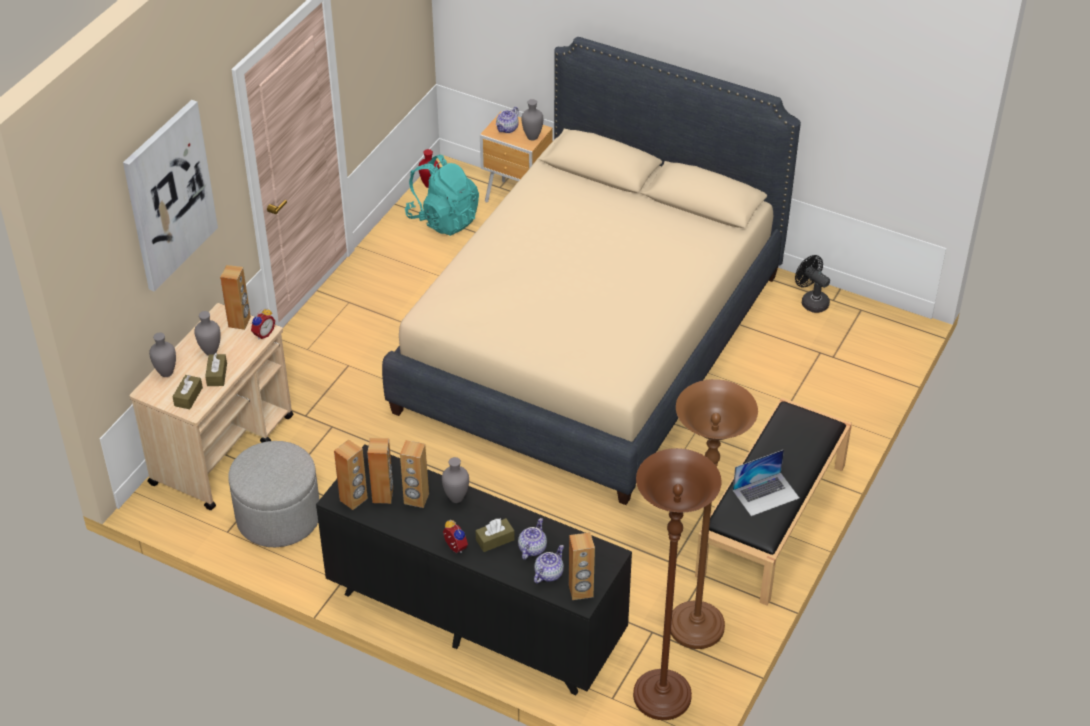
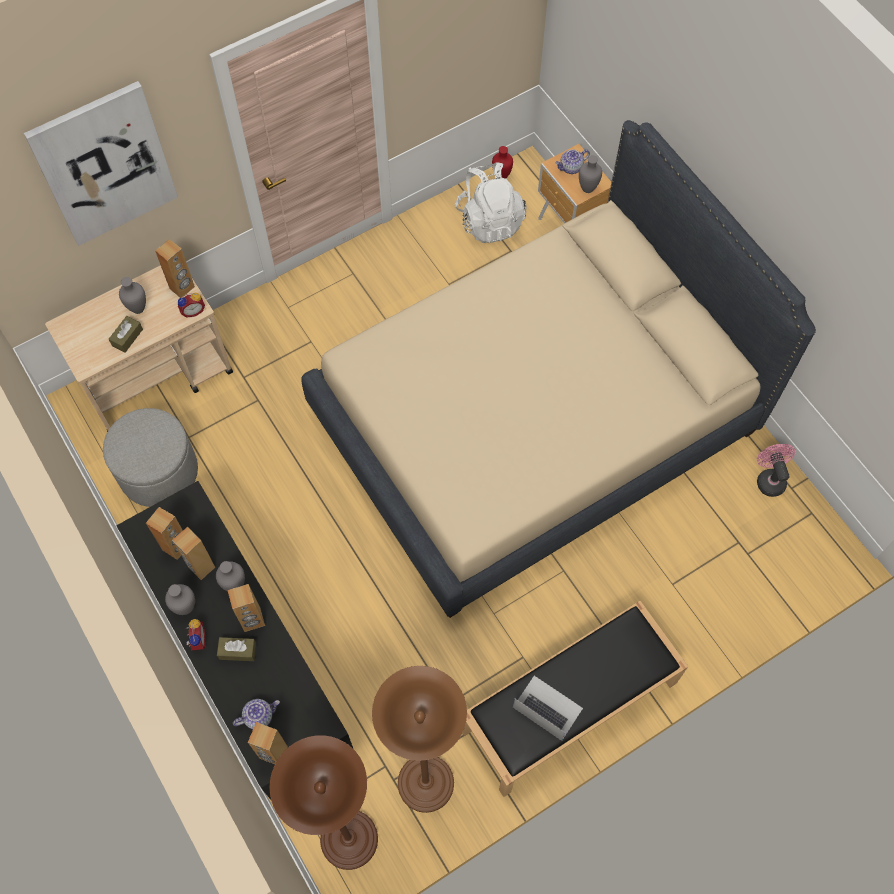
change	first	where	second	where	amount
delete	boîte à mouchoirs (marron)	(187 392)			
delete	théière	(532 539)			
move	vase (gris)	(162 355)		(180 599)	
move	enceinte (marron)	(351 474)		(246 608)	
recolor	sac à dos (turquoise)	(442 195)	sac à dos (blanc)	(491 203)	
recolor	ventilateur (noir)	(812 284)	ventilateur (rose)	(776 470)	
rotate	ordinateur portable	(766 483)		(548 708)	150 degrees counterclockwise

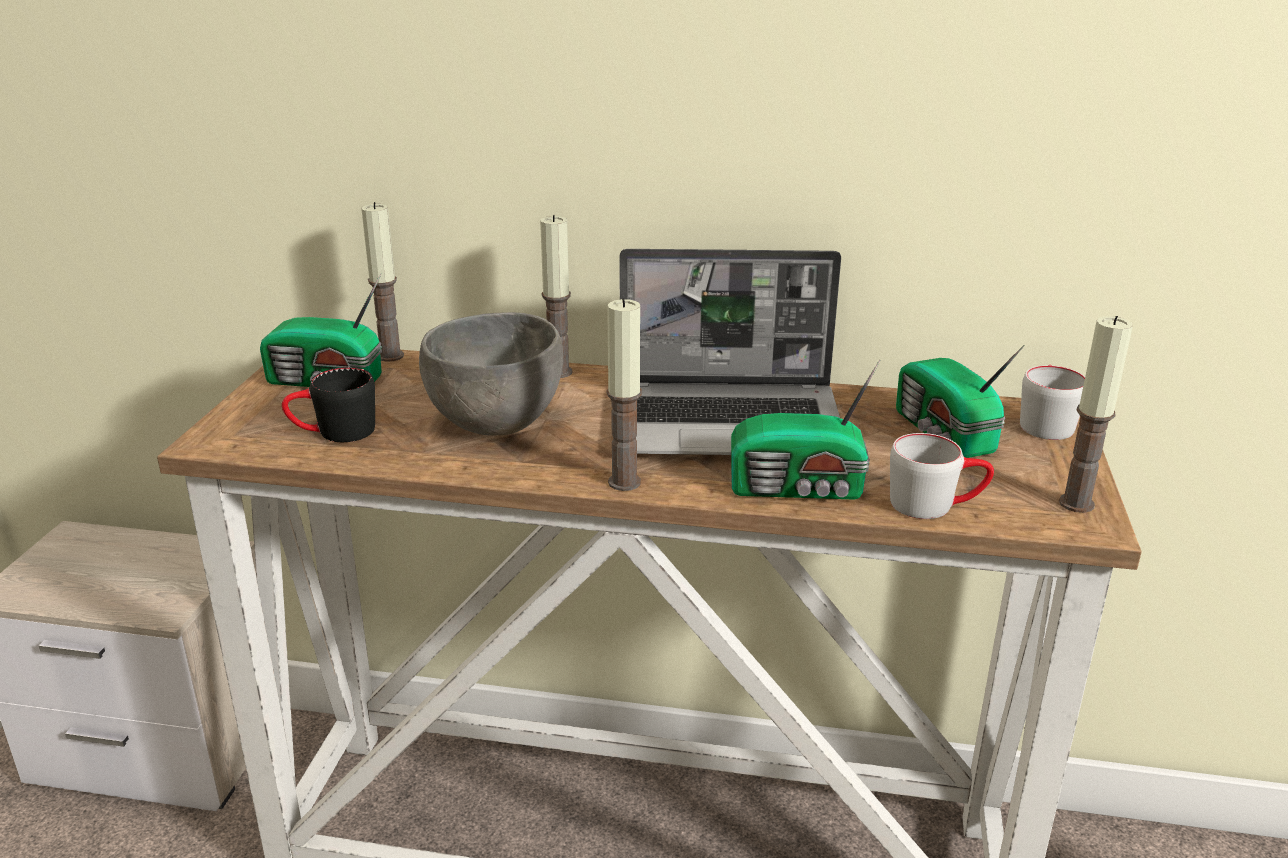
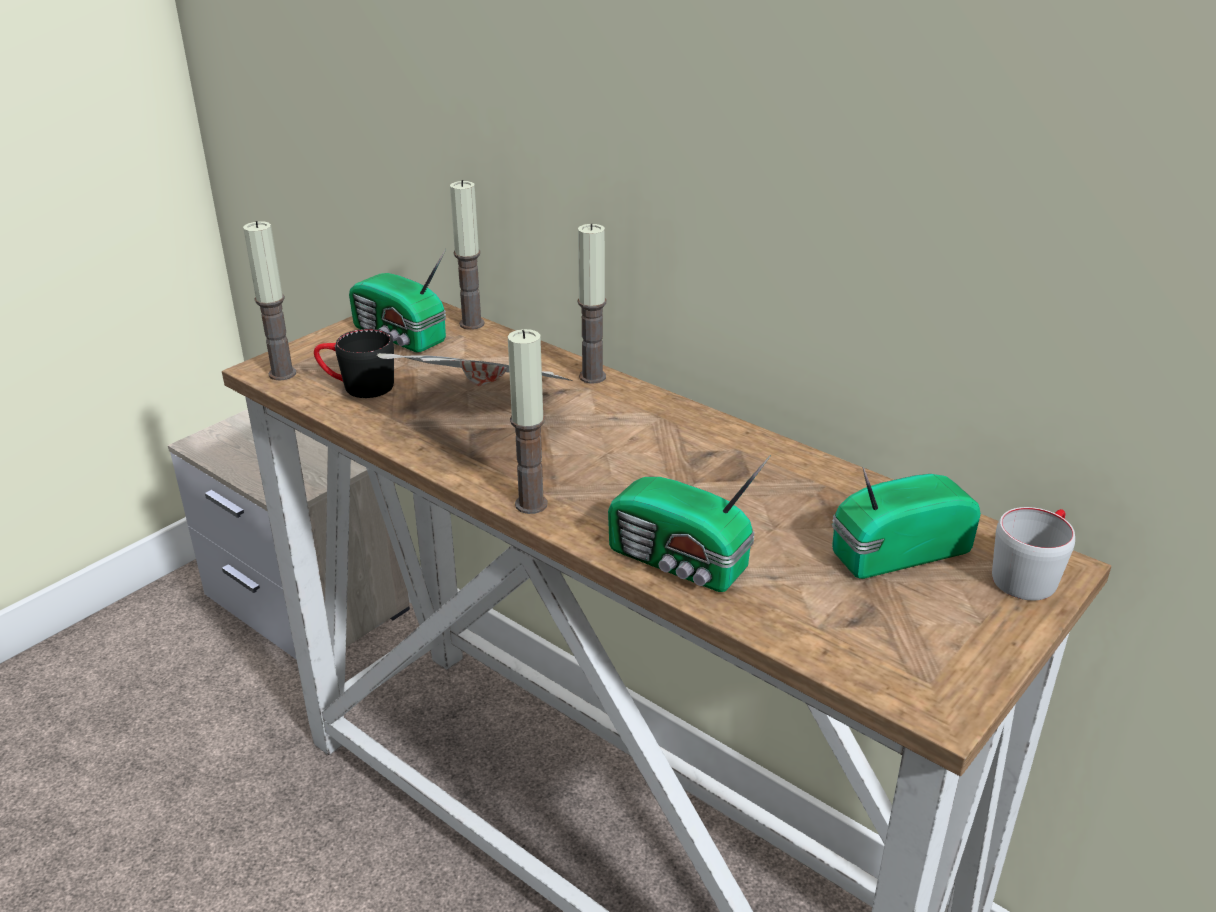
change	first	where	second	where	amount
delete	ordinateur portable	(730 352)			
delete	mug (gris)	(942 476)			
move	bougie	(1096 414)		(269 301)	
replace	bol (gris)	(491 373)	journal	(475 369)	
rotate	radio	(960 401)		(906 523)	60 degrees clockwise

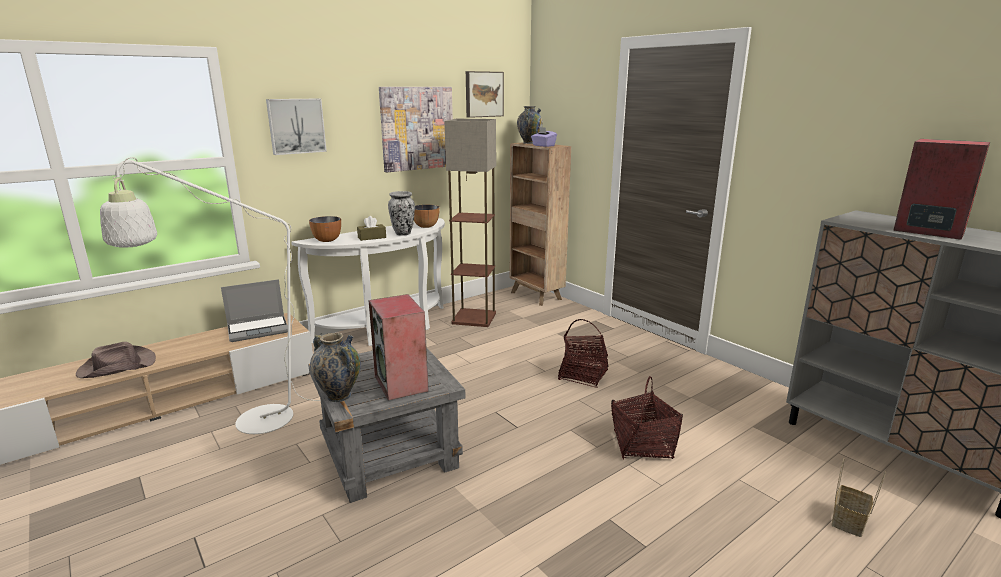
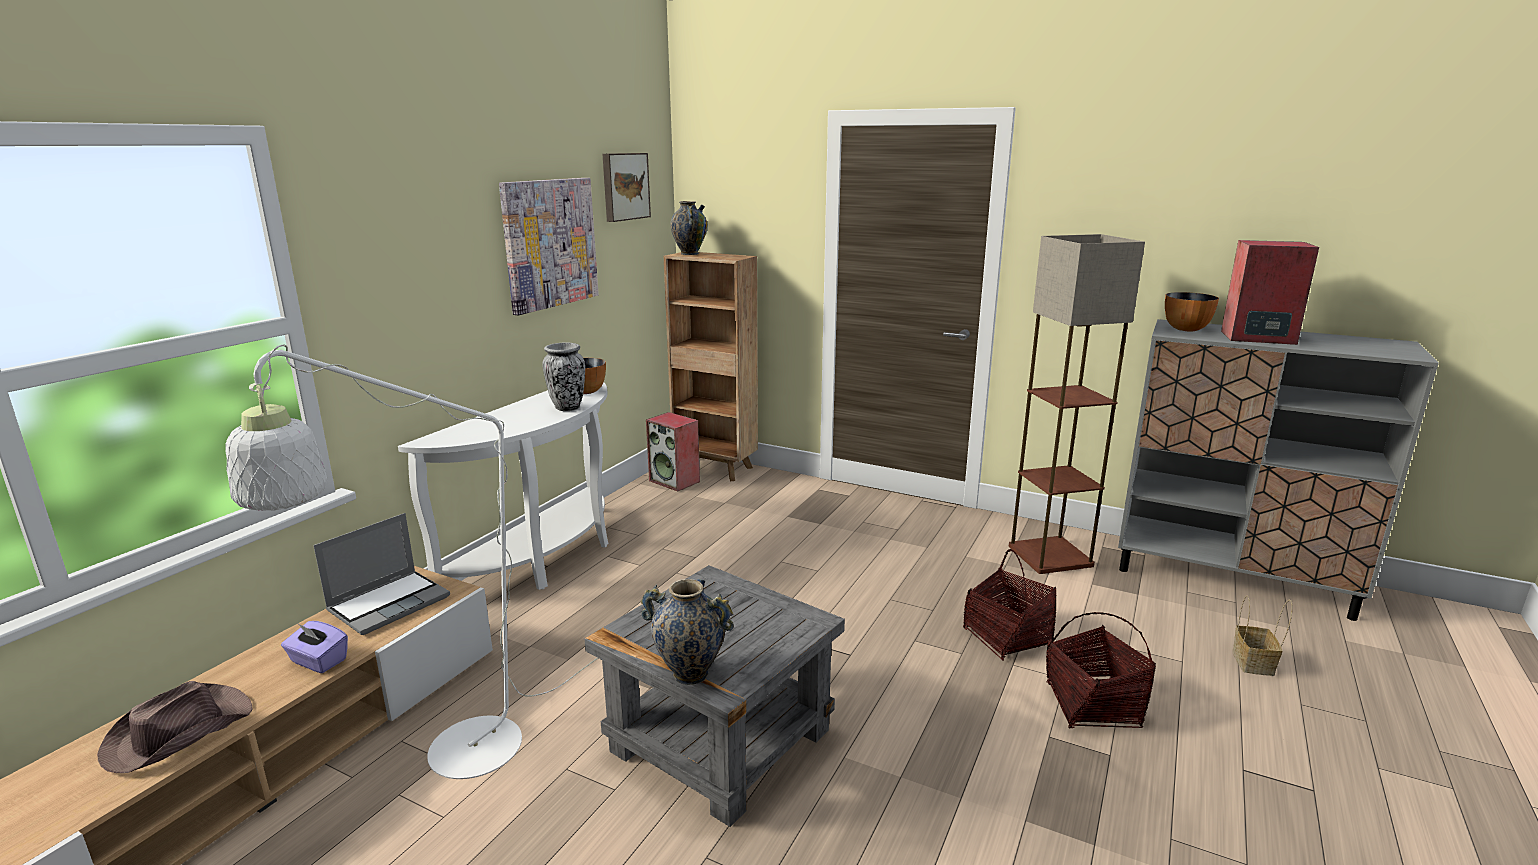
change	first	where	second	where	amount
delete	tableau	(296 126)			
delete	boîte à mouchoirs (marron)	(371 228)			
move	bol	(325 229)		(1192 311)	
move	enceinte	(398 347)		(673 451)	
move	lampadaire	(470 223)		(1077 404)	
move	boîte à mouchoirs (violet)	(544 137)		(314 647)	
move	panier	(583 353)		(1101 670)	

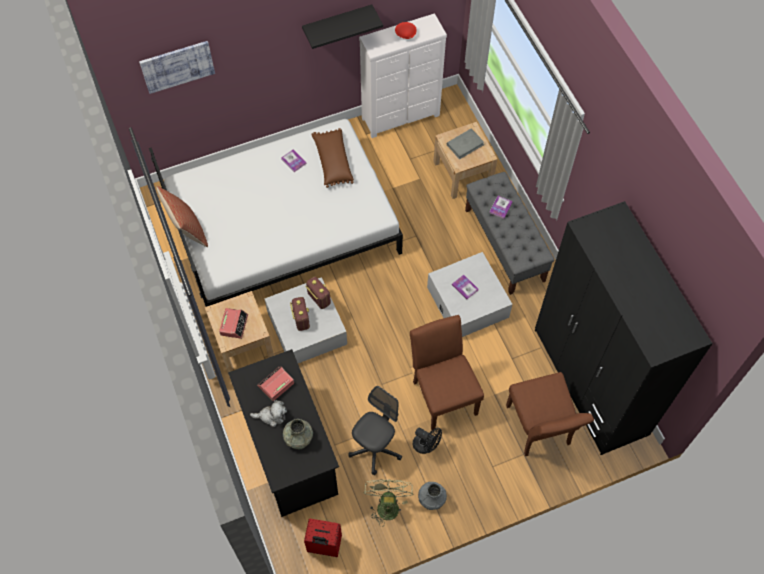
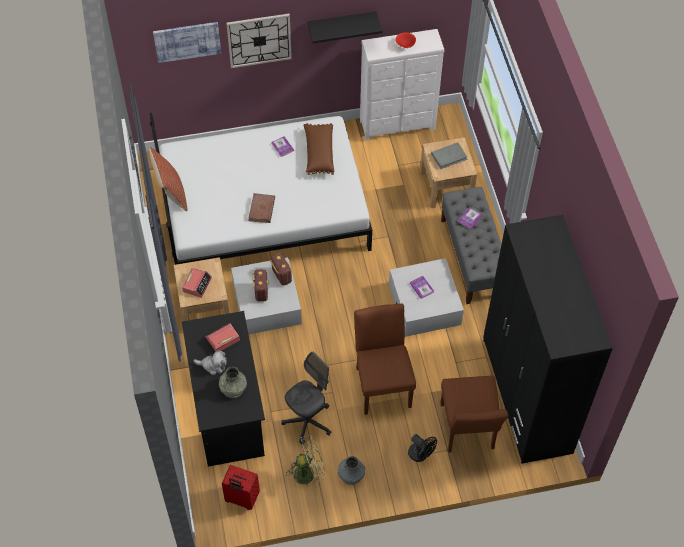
change	first	where	second	where	amount
insert			horloge murale	(259 41)	
insert			livre (marron)	(261 208)	
move	ventilateur (noir)	(427 440)		(422 448)	
rotate	ventilateur (vert)	(388 503)		(306 462)	60 degrees clockwise

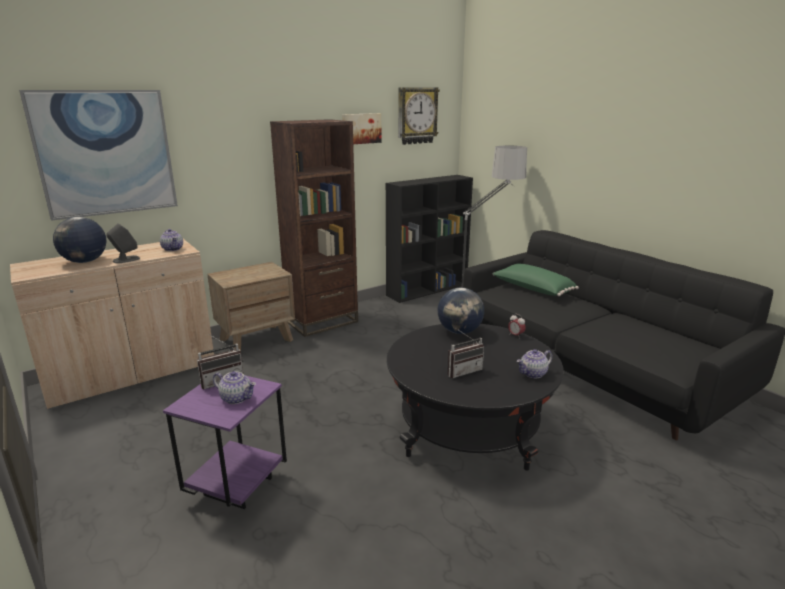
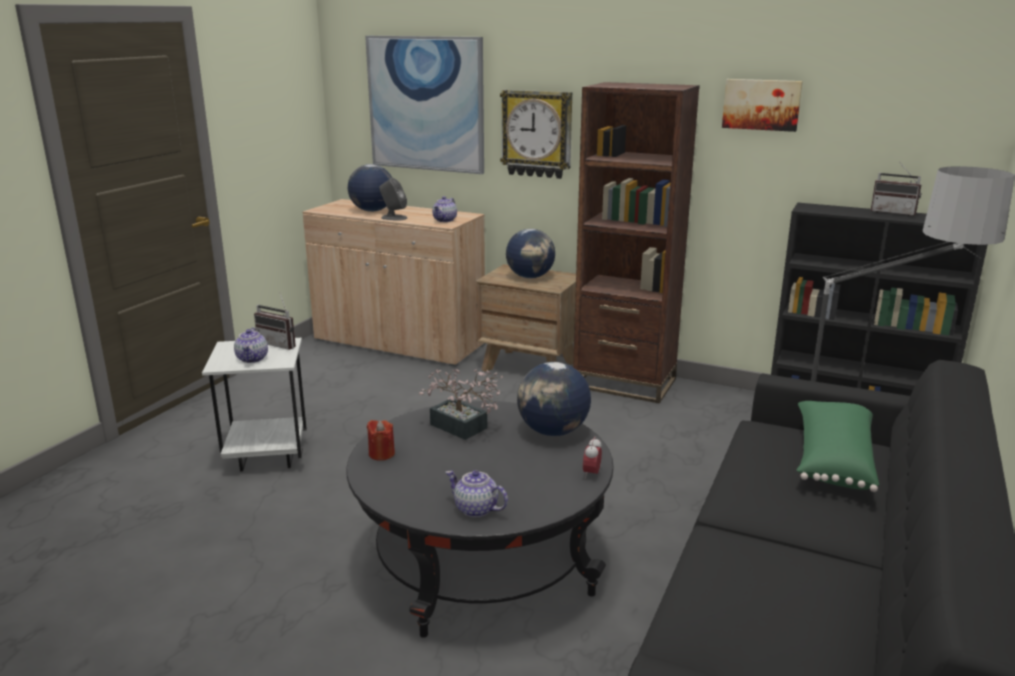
change	first	where	second	where	amount
insert			bougie (rouge)	(381 440)	
insert			plante en pot	(461 404)	
insert			globe	(530 253)	
move	horloge murale	(419 116)		(536 134)	
move	radio	(466 353)		(896 188)	
recolor	table d'appoint (violet)	(225 442)	table d'appoint (blanc)	(254 405)	

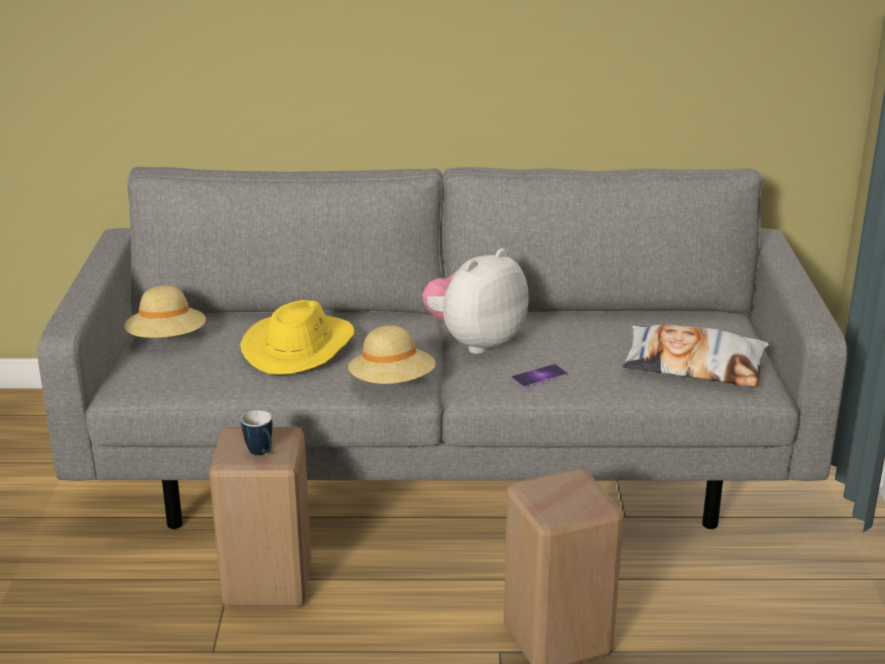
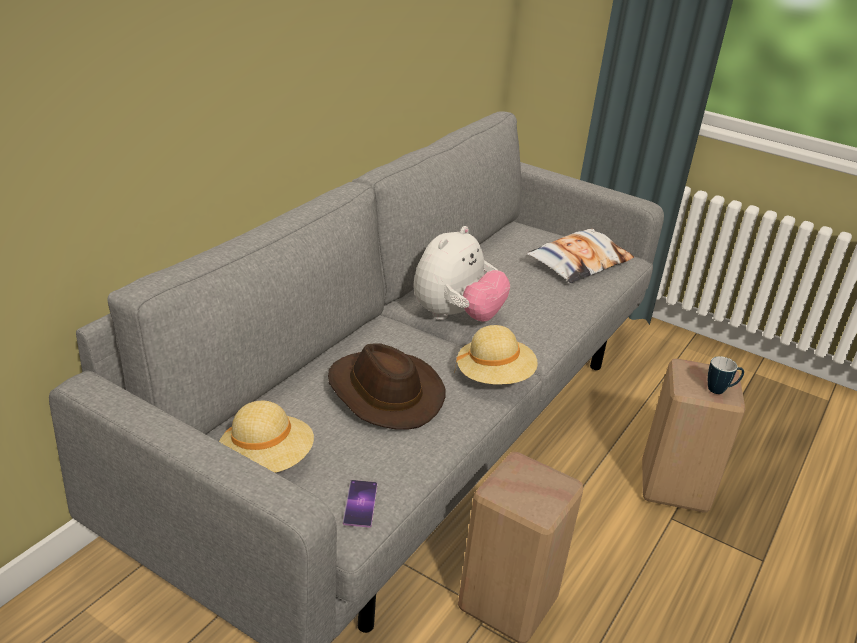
change	first	where	second	where	amount
move	mug	(256 432)		(726 375)	
move	téléphone	(539 376)		(360 504)	
recolor	chapeau (jaune)	(297 337)	chapeau (marron)	(387 386)	
rotate	peluche	(475 301)		(461 274)	135 degrees counterclockwise

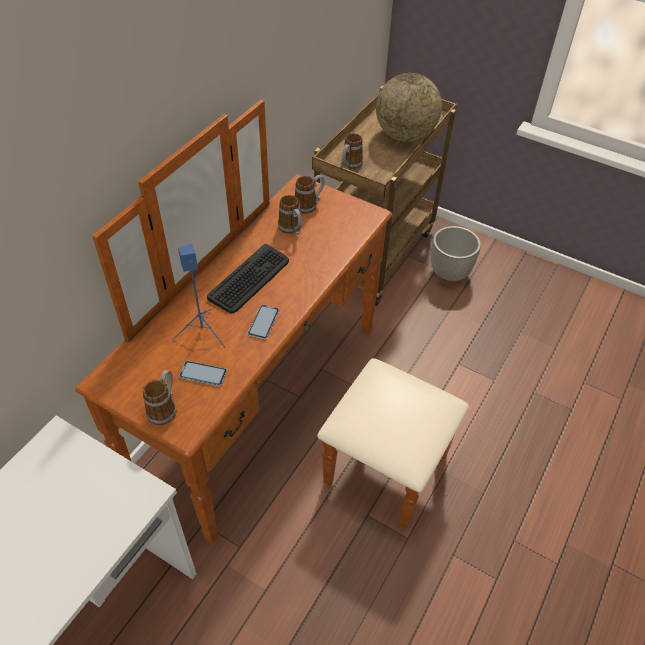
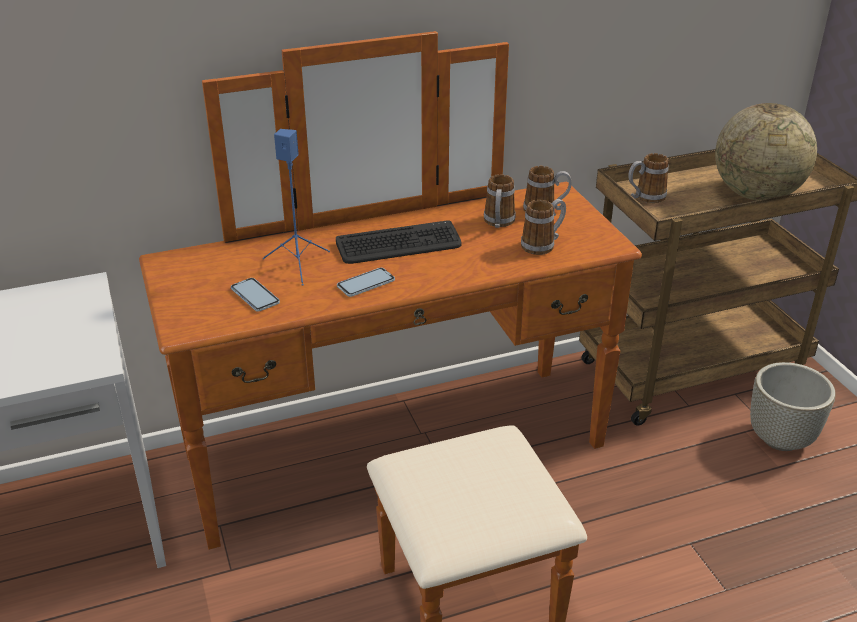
change	first	where	second	where	amount
move	mug	(160 397)		(543 227)	

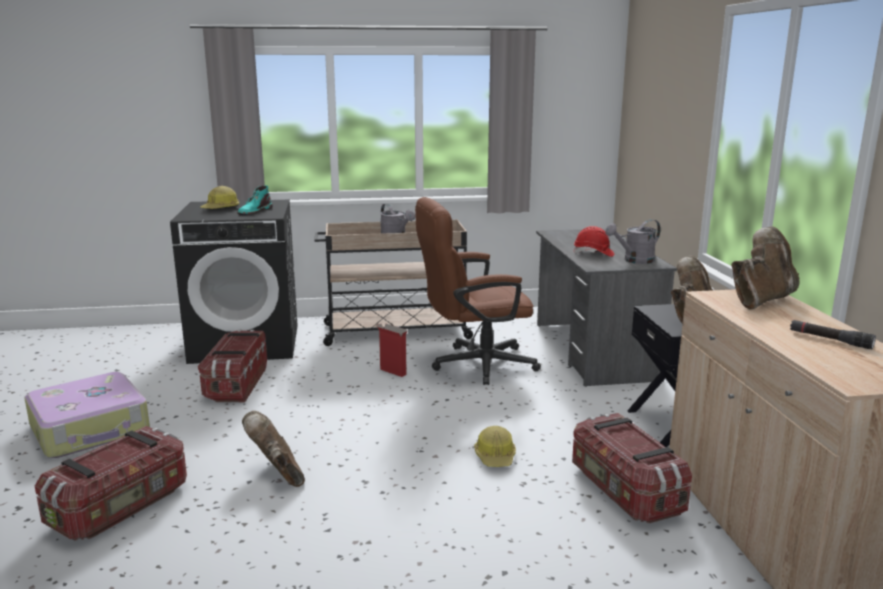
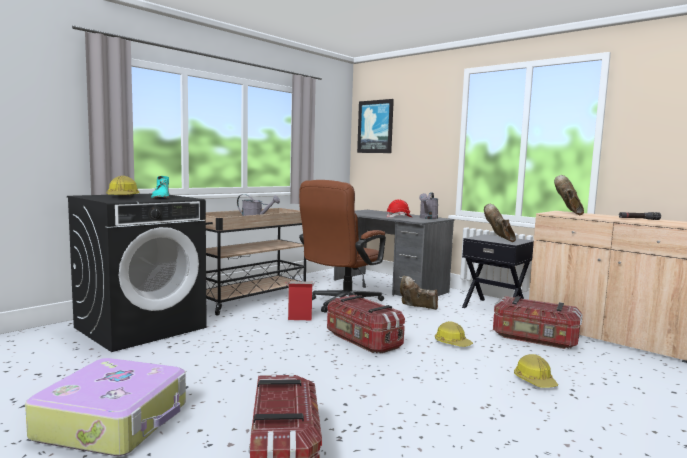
change	first	where	second	where	amount
insert			tableau	(375 126)	
insert			casque de chantier	(536 371)	
move	boîte de rangement	(232 366)		(366 324)	
move	botte (marron)	(273 449)		(419 293)	

